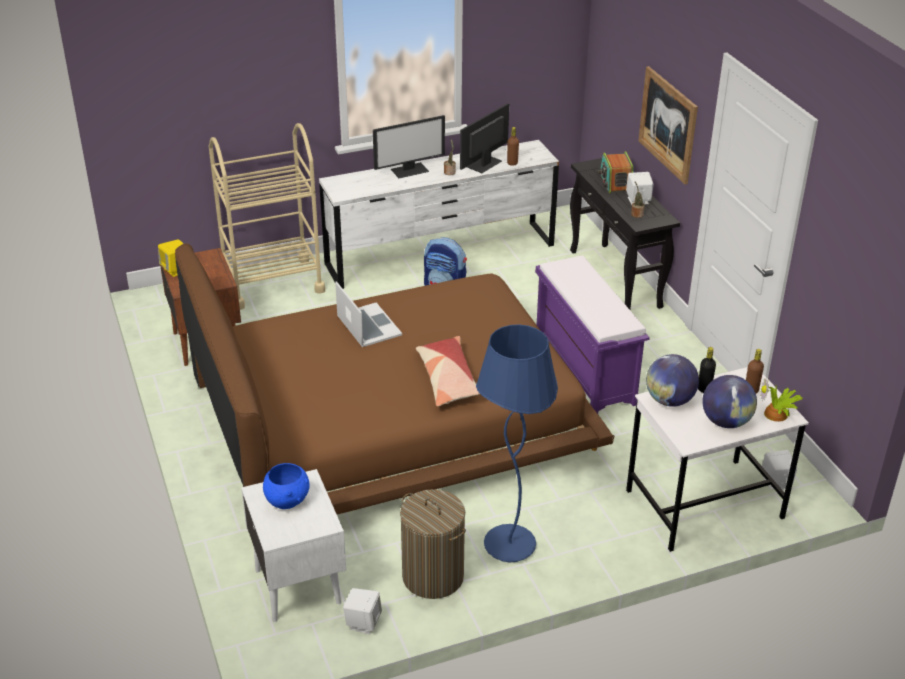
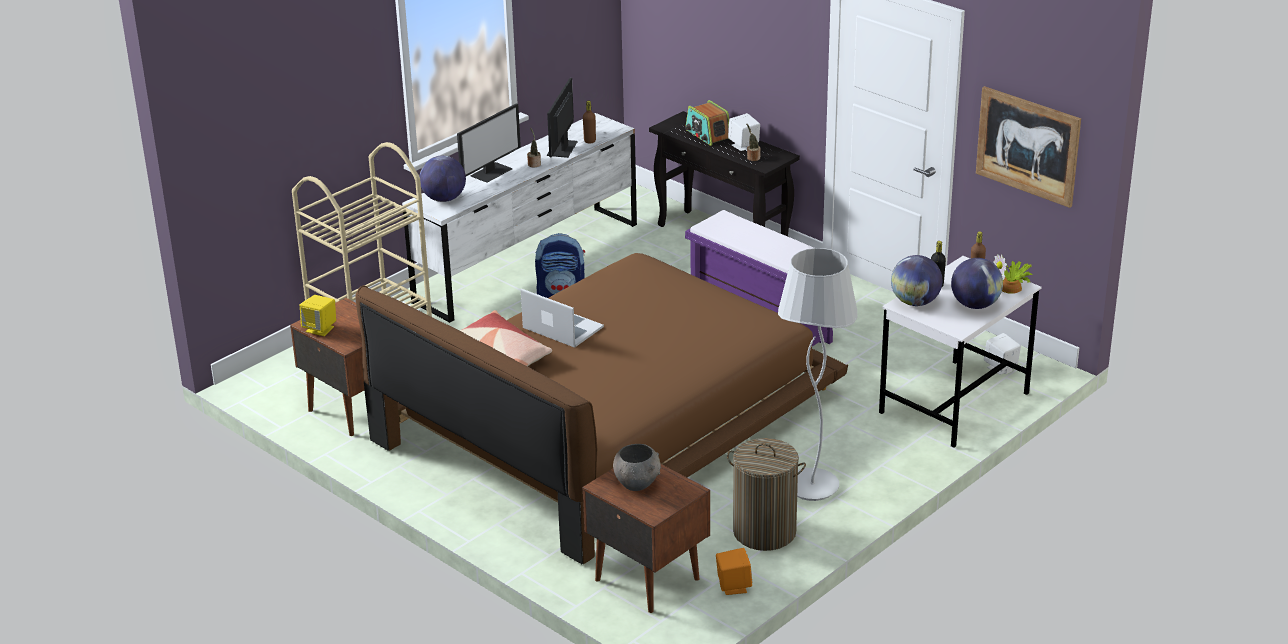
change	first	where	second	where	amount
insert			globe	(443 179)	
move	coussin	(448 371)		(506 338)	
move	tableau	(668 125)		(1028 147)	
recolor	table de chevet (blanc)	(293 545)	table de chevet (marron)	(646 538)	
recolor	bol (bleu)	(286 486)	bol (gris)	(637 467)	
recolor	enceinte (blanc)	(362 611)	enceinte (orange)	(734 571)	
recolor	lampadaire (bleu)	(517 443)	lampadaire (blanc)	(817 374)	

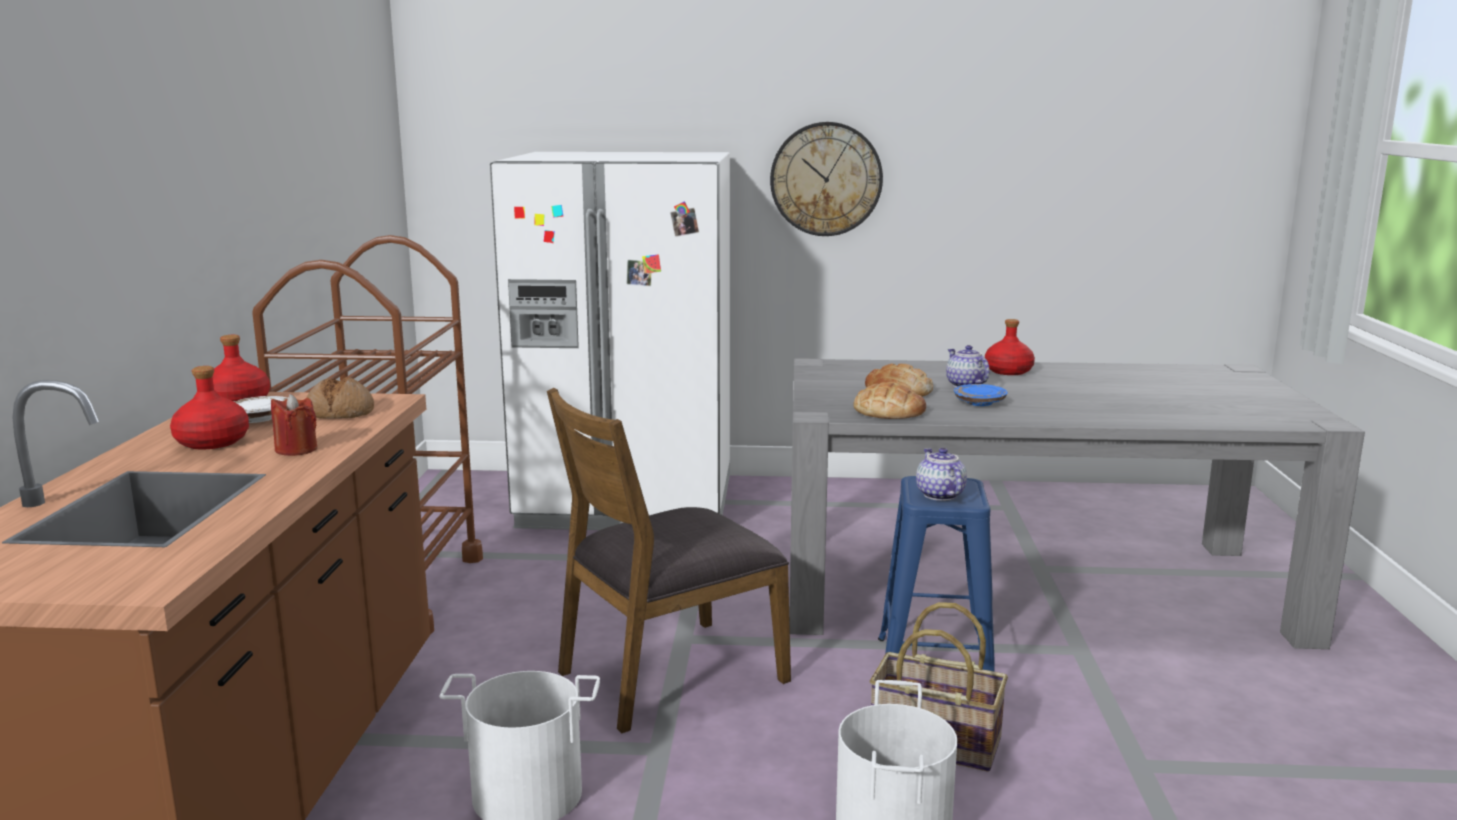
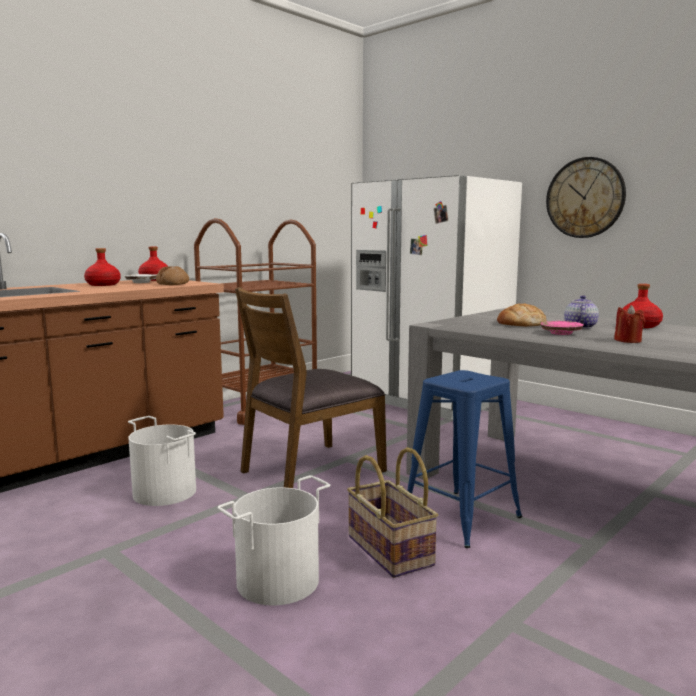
change	first	where	second	where	amount
delete	pain	(889 400)			
delete	théière	(941 474)			
move	bougie (rouge)	(294 425)		(629 324)	
recolor	assiette (bleu)	(981 395)	assiette (rose)	(562 328)	
rotate	chaise (marron)	(669 560)		(311 387)	45 degrees counterclockwise

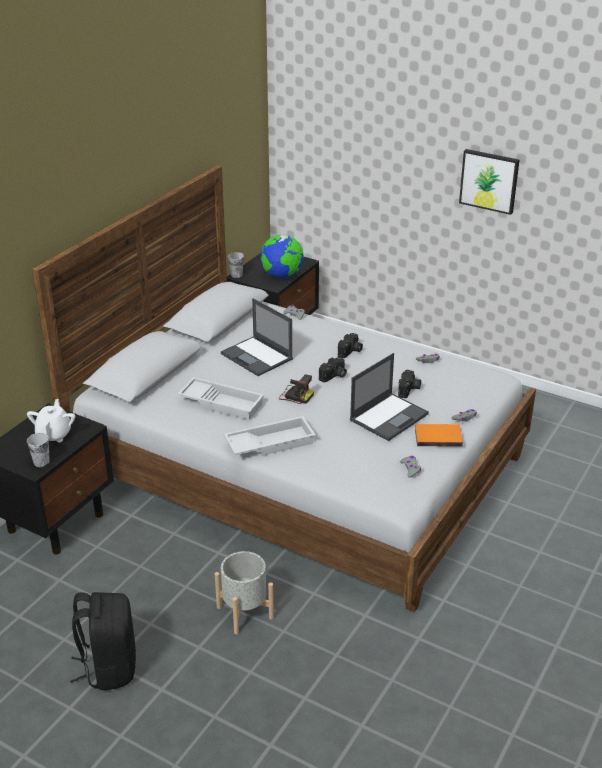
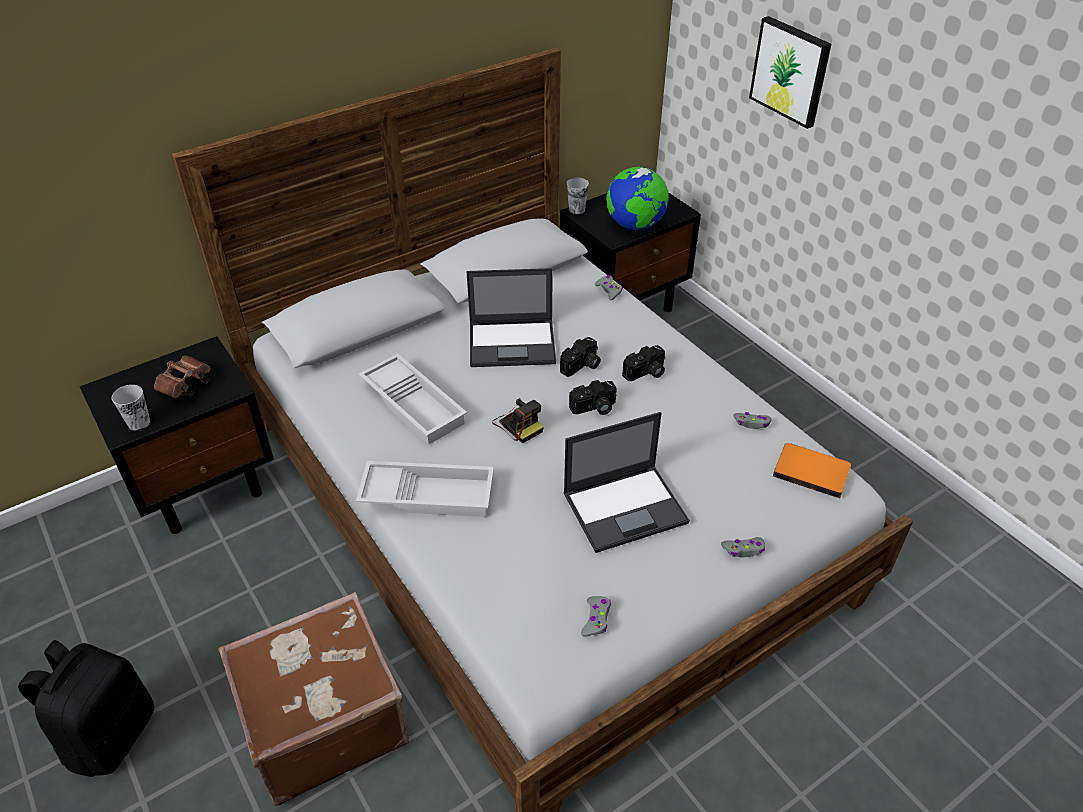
change	first	where	second	where	amount
move	appareil photo	(409 384)		(580 357)	
move	livre (orange)	(439 435)		(812 470)	
move	tableau	(489 182)		(790 72)	
replace	théière (blanc)	(51 420)	jumelles (marron)	(183 377)	
replace	cache-pot (gris)	(244 592)	valise (marron)	(313 699)	
rotate	ordinateur portable	(257 337)		(511 317)	75 degrees counterclockwise

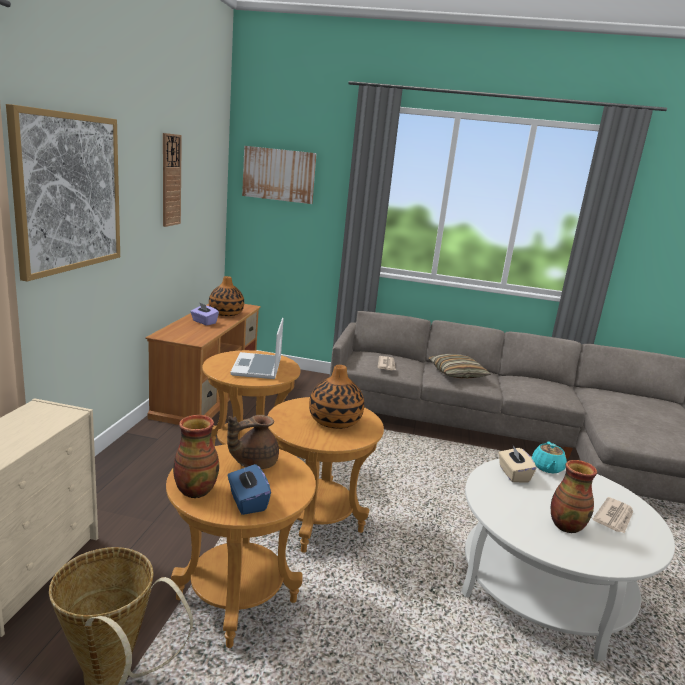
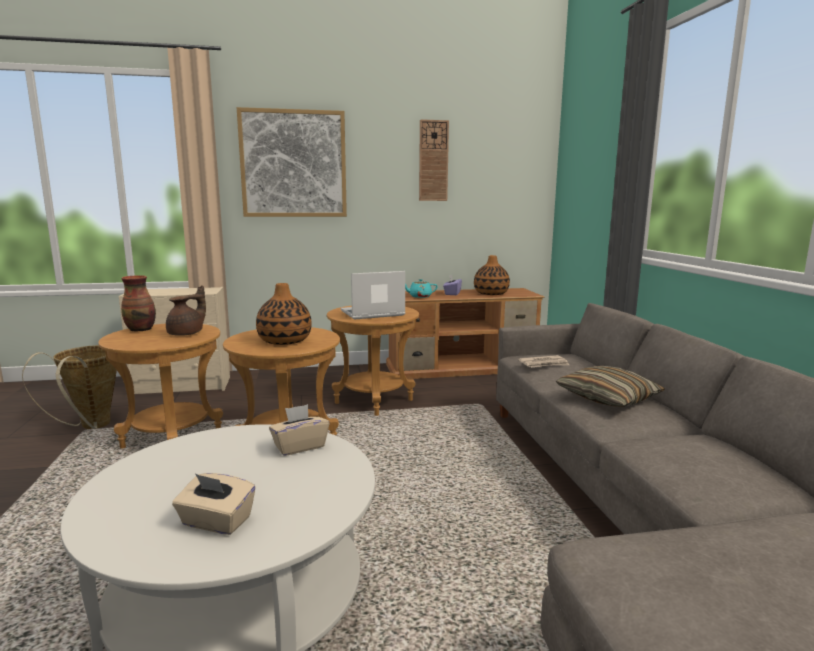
change	first	where	second	where	amount
delete	boîte à mouchoirs (bleu)	(249 489)			
delete	tableau	(279 175)			
delete	vase	(574 496)			
move	théière (turquoise)	(549 457)		(421 288)	
replace	journal	(613 515)	boîte à mouchoirs (beige)	(214 504)	
rotate	théière (marron)	(253 442)		(186 310)	90 degrees clockwise

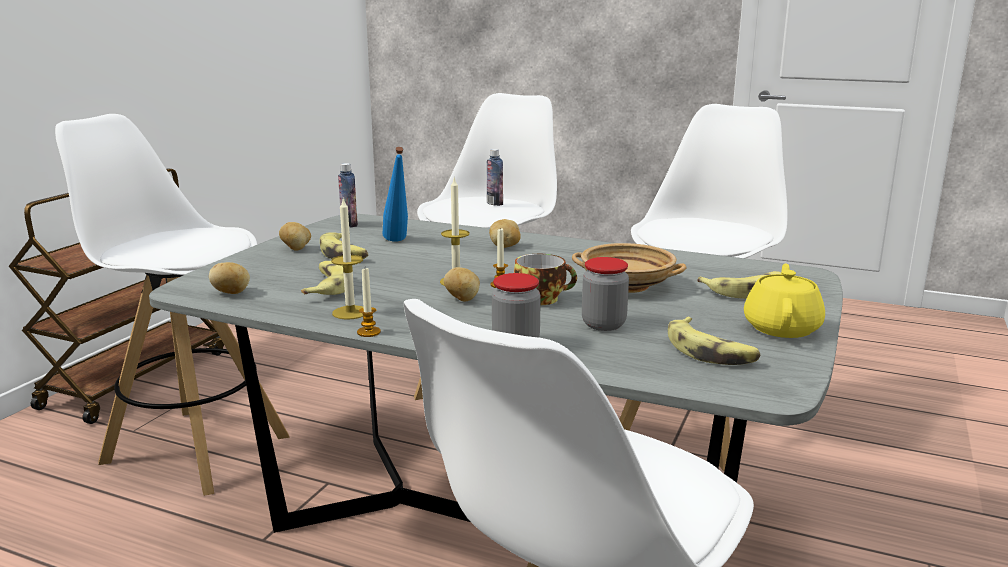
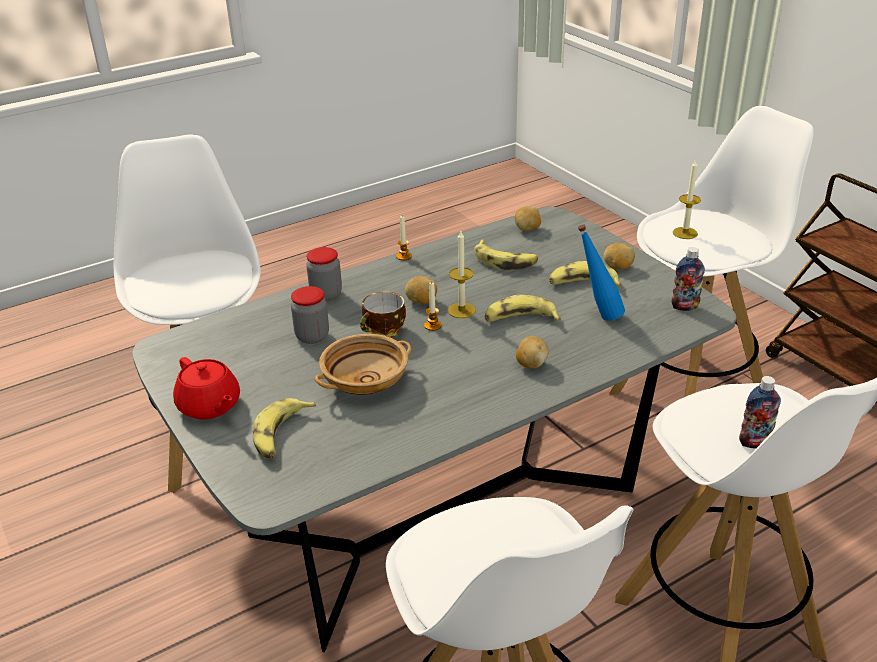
change	first	where	second	where	amount
move	bougie	(347 259)		(687 199)	
move	banane	(714 340)		(523 308)	
recolor	théière (jaune)	(784 301)	théière (rouge)	(206 388)	

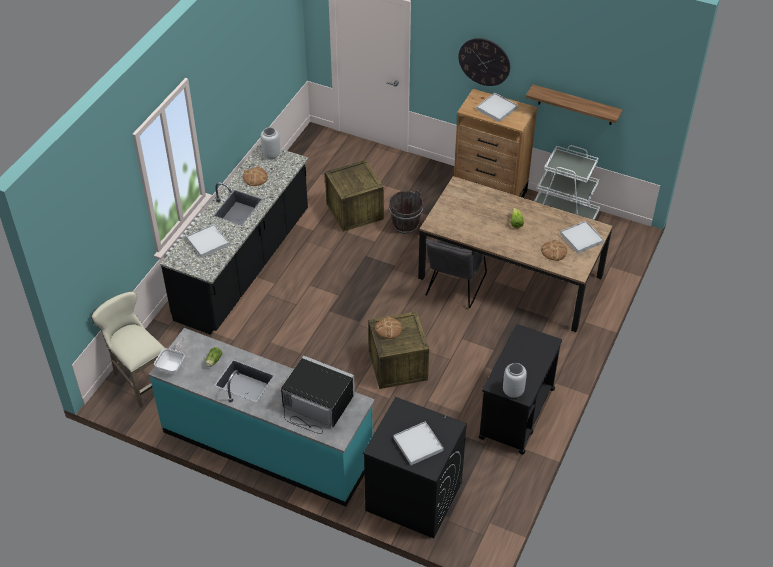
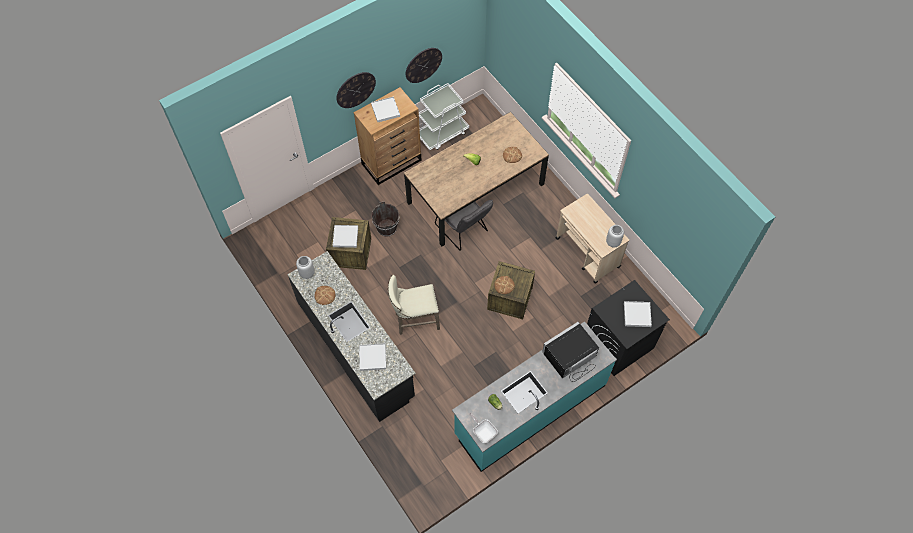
change	first	where	second	where	amount
move	tabouret (beige)	(128 349)		(414 305)	
move	plateau (blanc)	(582 237)		(345 236)	
replace	étagère	(574 104)	horloge murale	(424 65)	
recolor	chariot (noir)	(520 389)	chariot (beige)	(592 239)	

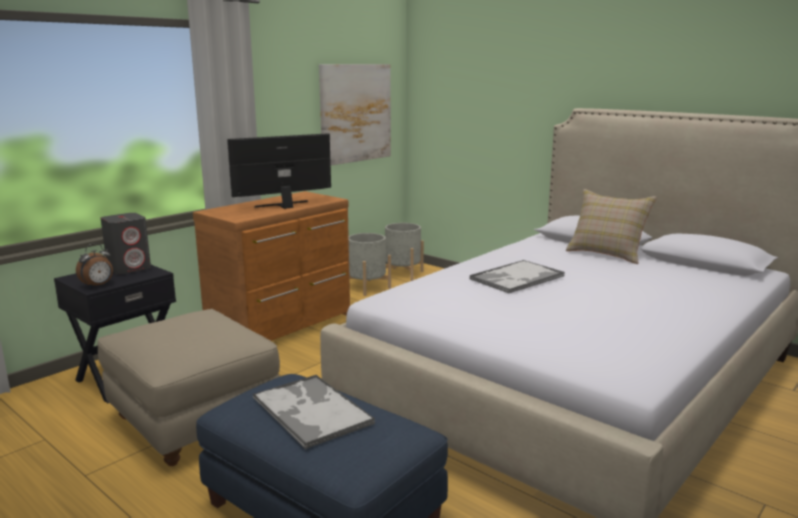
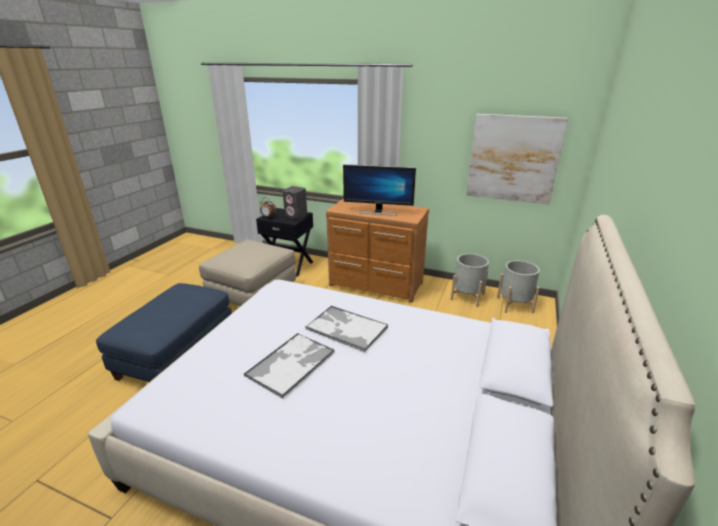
change	first	where	second	where	amount
delete	coussin (beige)	(611 226)			
move	plateau	(314 412)		(289 366)	
rotate	écran d'ordinateur	(279 171)		(379 190)	150 degrees clockwise

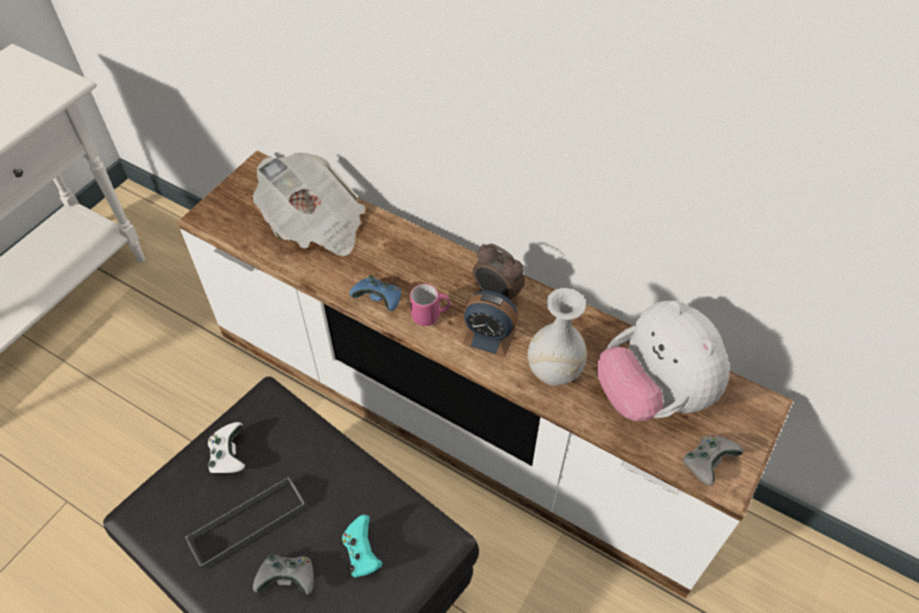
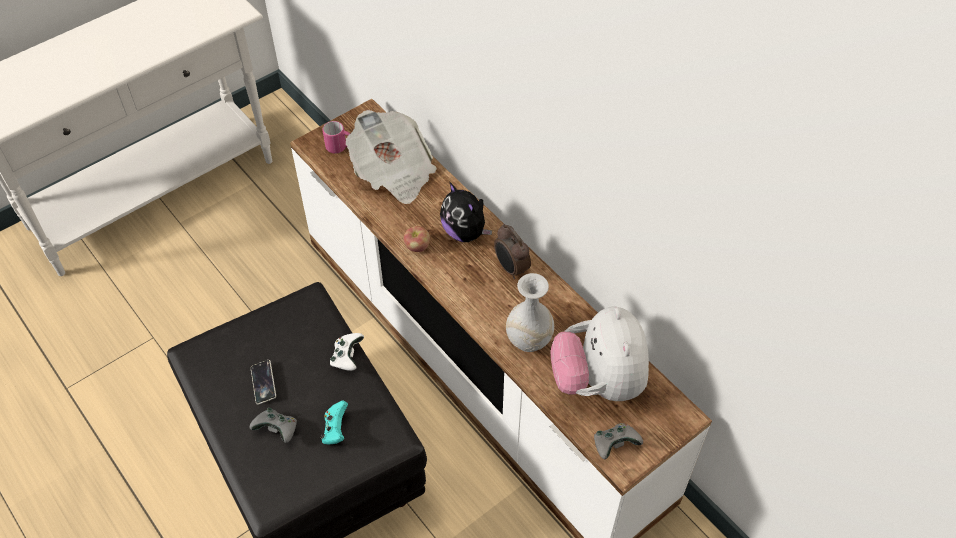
change	first	where	second	where	amount
delete	réveil	(490 324)			
insert			peluche	(466 212)	
move	manette (blanc)	(226 447)		(347 352)	
move	mug (rose)	(430 305)		(336 137)	
replace	plateau (gris)	(245 523)	téléphone	(263 382)	
replace	manette (bleu)	(375 293)	pomme	(416 239)	

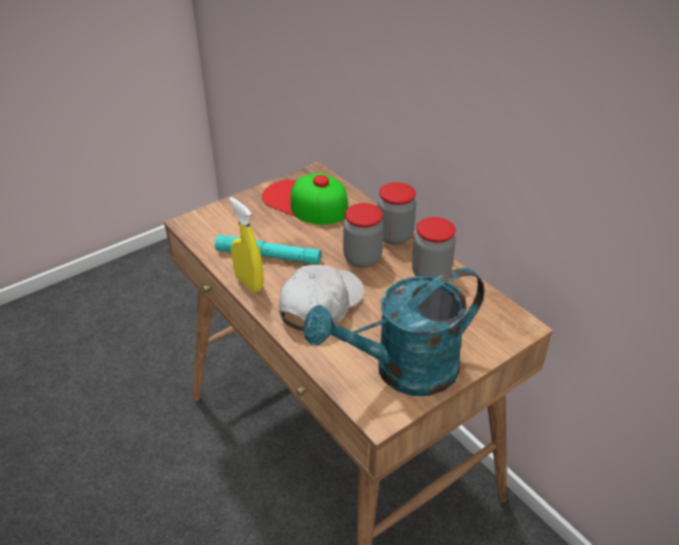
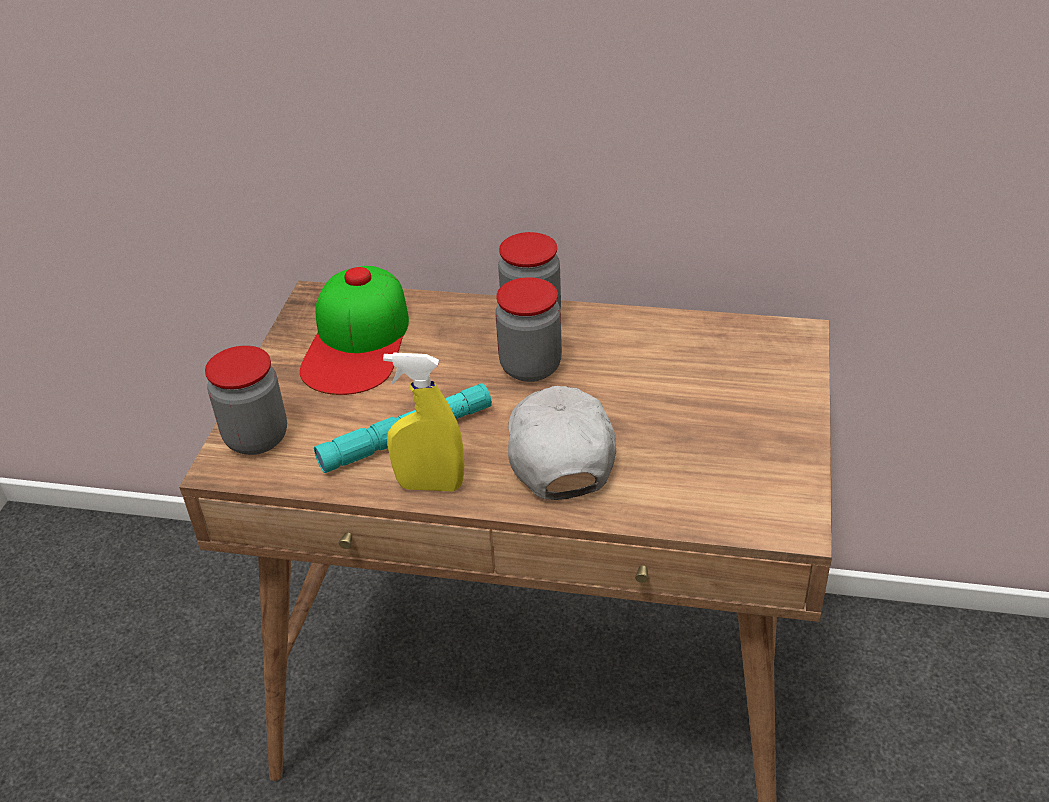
change	first	where	second	where	amount
delete	arrosoir (turquoise)	(393 332)			
move	bocal	(434 247)		(246 400)	
rotate	casquette	(305 199)		(354 330)	75 degrees counterclockwise

